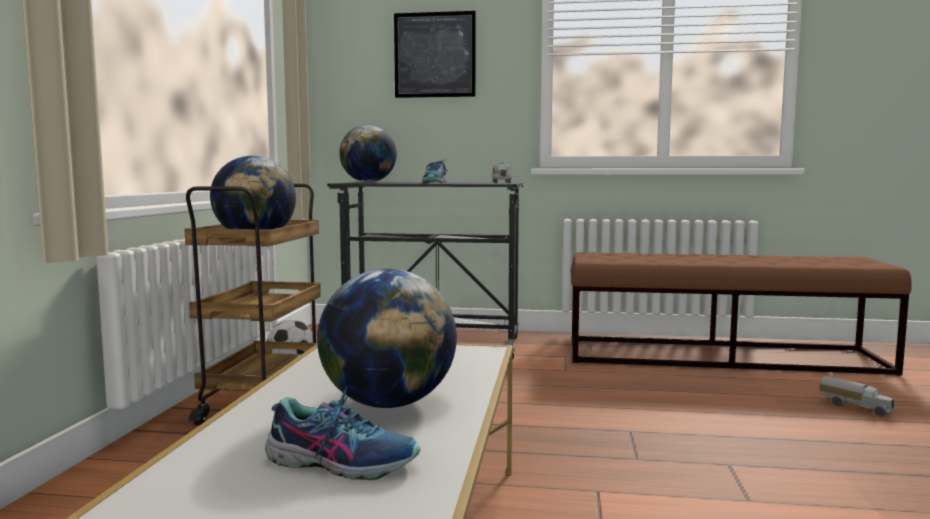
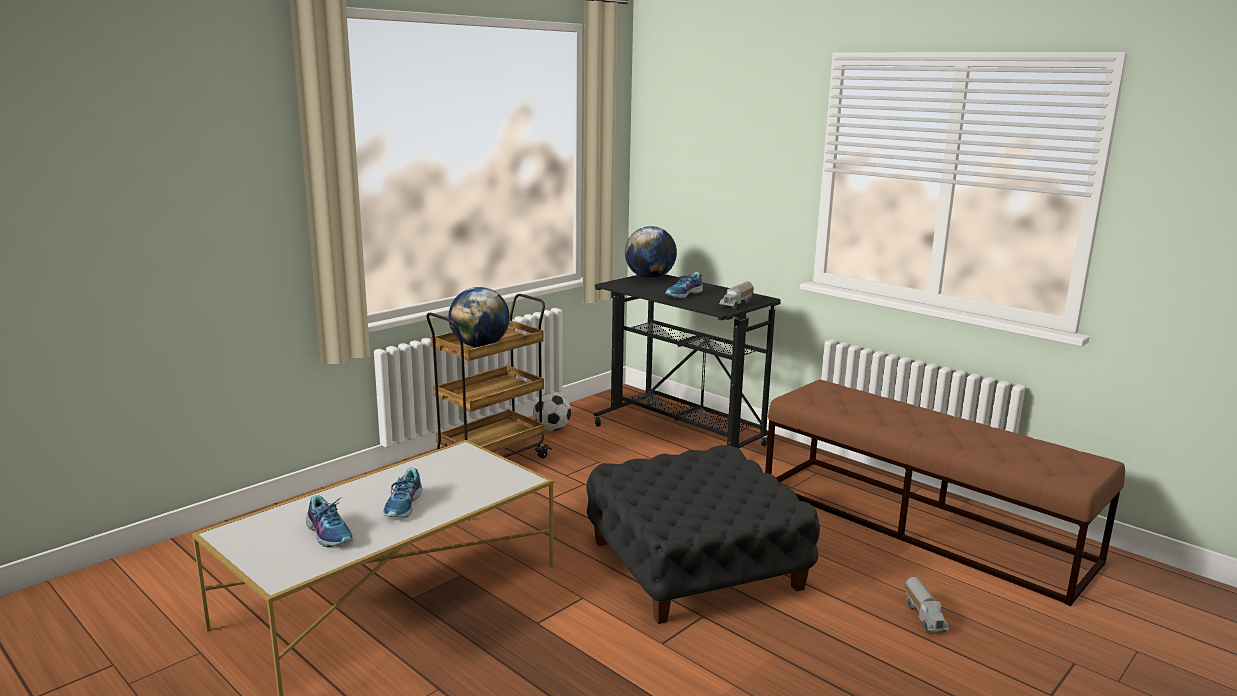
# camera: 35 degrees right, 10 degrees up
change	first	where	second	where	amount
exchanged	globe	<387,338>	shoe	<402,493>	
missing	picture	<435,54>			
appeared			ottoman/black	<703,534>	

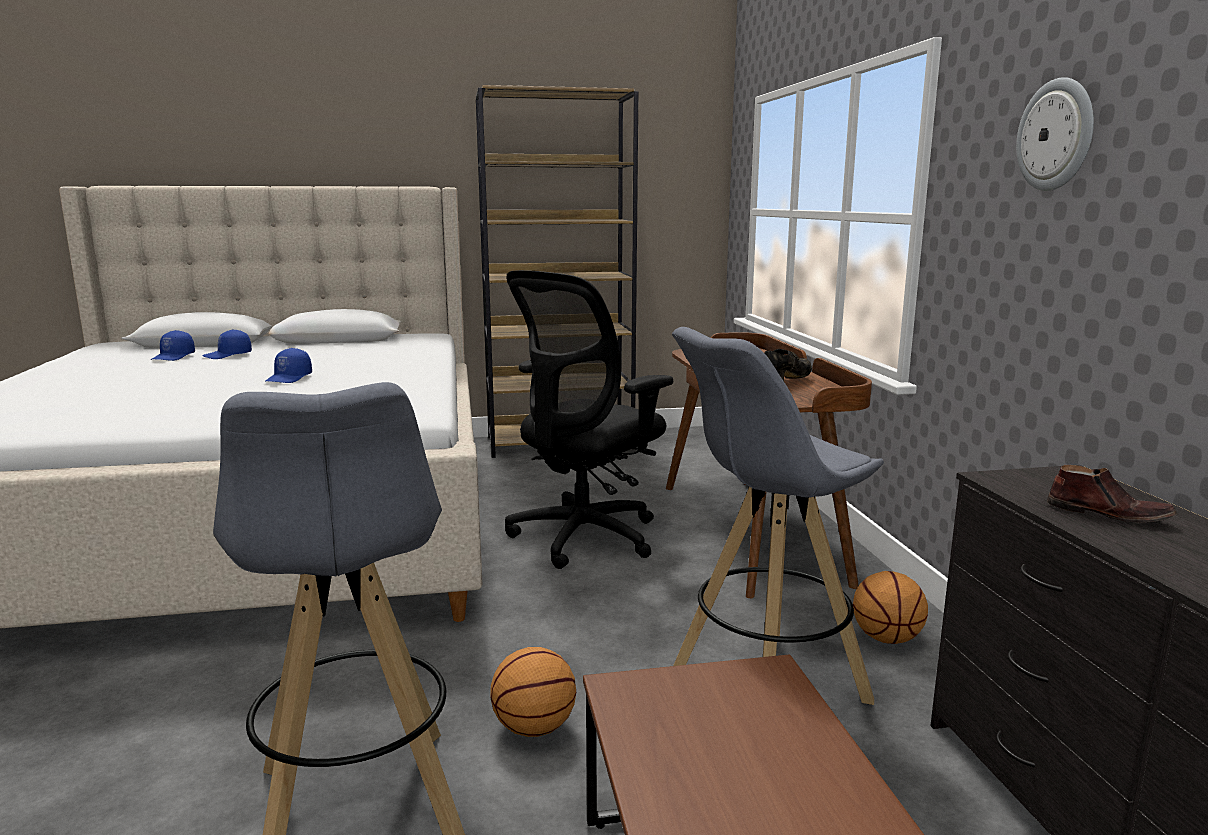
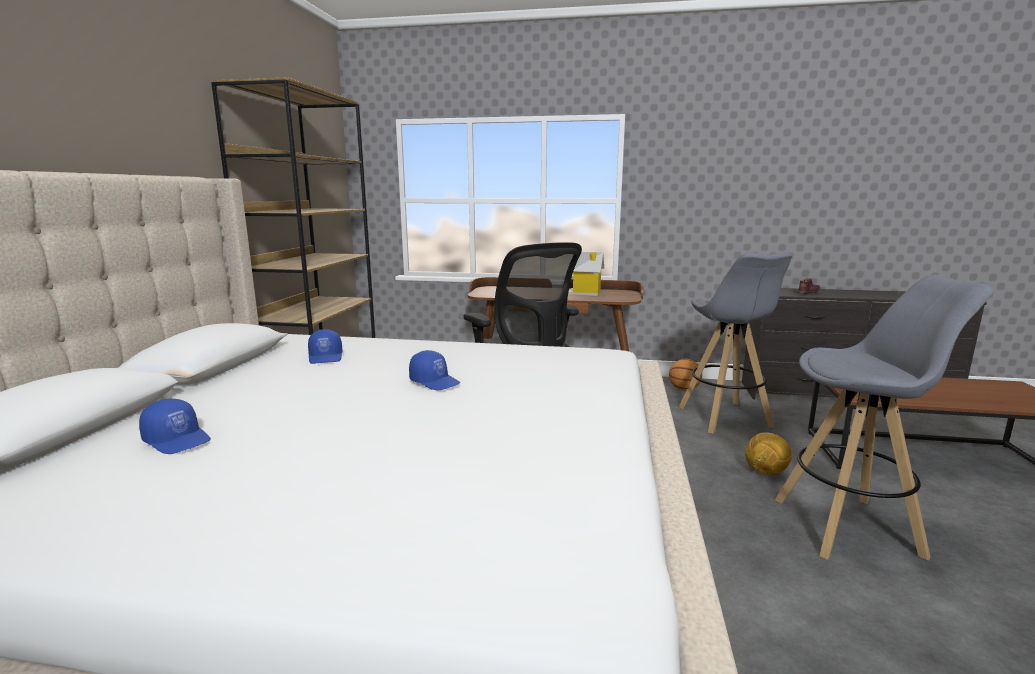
# camera: 70 degrees left, 0 degrees up
change	first	where	second	where	amount
relocated	cap/blue	<227,344>		<325,346>	
exchanged	basketball	<533,692>	football	<768,453>	
exchanged	shoe/black	<788,365>	toy house	<586,274>	
missing	wall clock	<1055,134>			

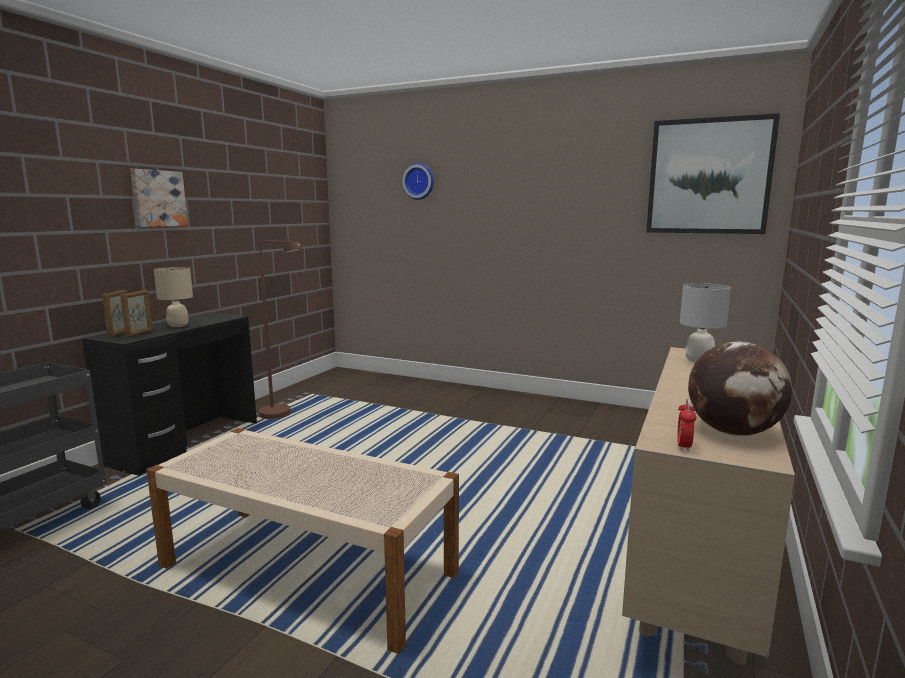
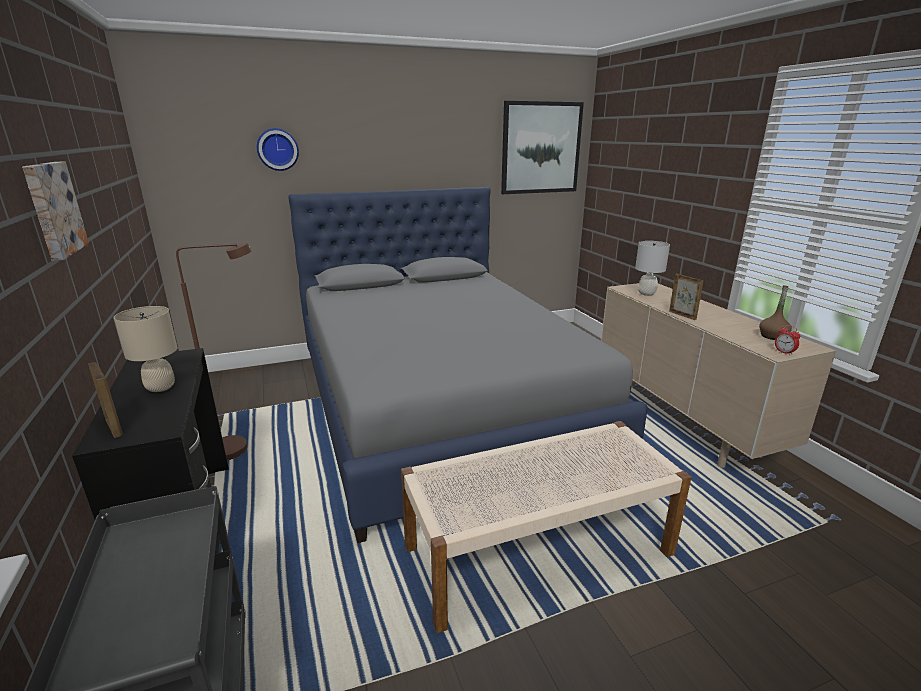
# camera: 45 degrees left, 10 degrees up
change	first	where	second	where	amount
relocated	picture frame	<136,313>		<686,297>	
exchanged	globe	<740,389>	bottle/brown	<775,312>	
appeared			bed/grey	<468,365>	

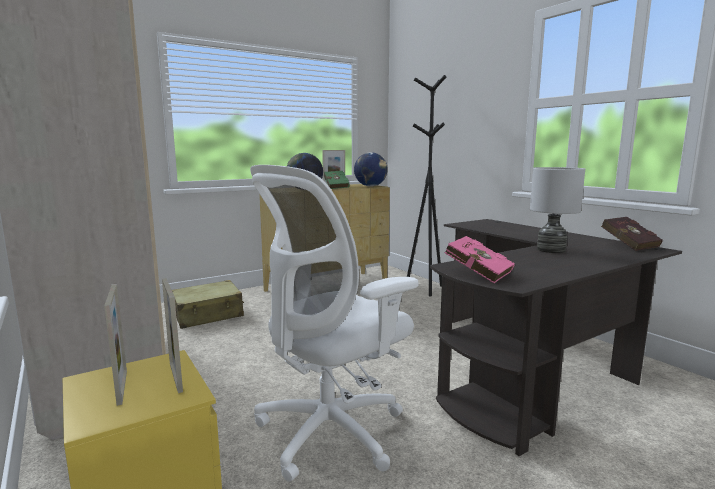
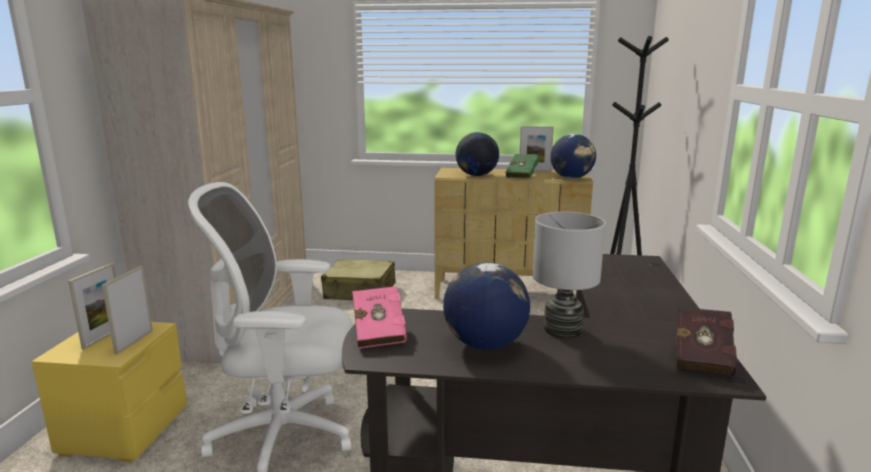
# camera: 40 degrees right, 5 degrees up
change	first	where	second	where	amount
appeared			globe	<486,306>	

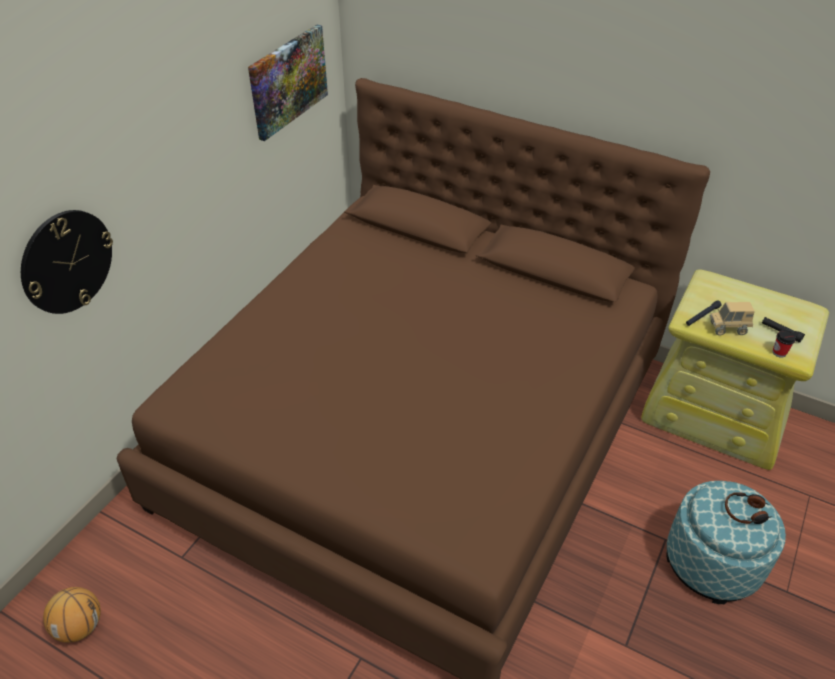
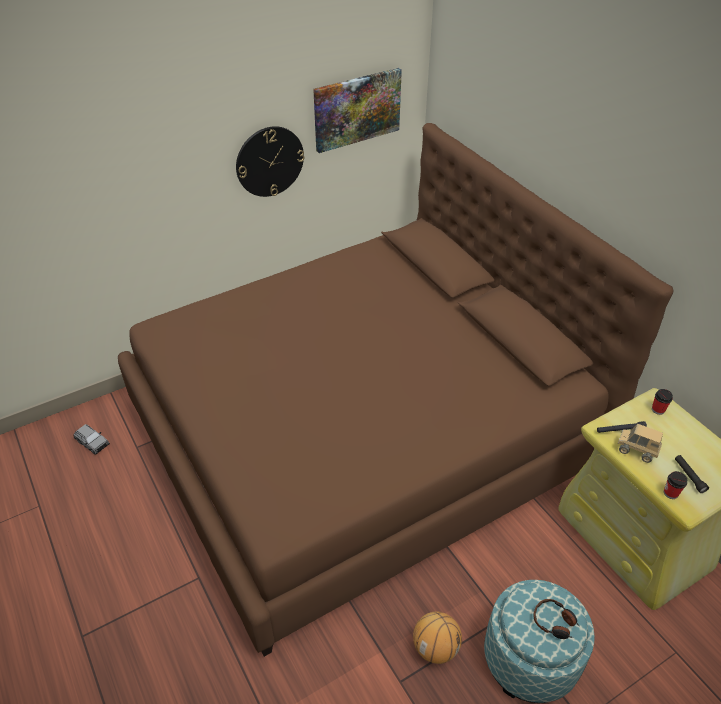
# camera: 30 degrees right, 0 degrees up
change	first	where	second	where	amount
relocated	wall clock	<67,262>		<270,161>	
relocated	basketball	<72,615>		<437,638>	
appeared			toy car/grey	<91,439>	
appeared			cup	<662,402>	

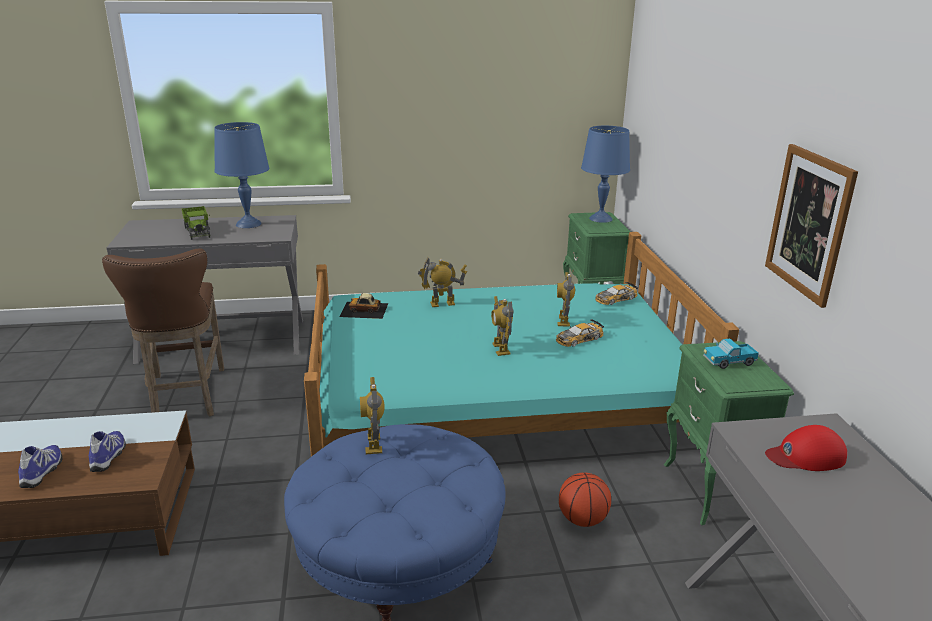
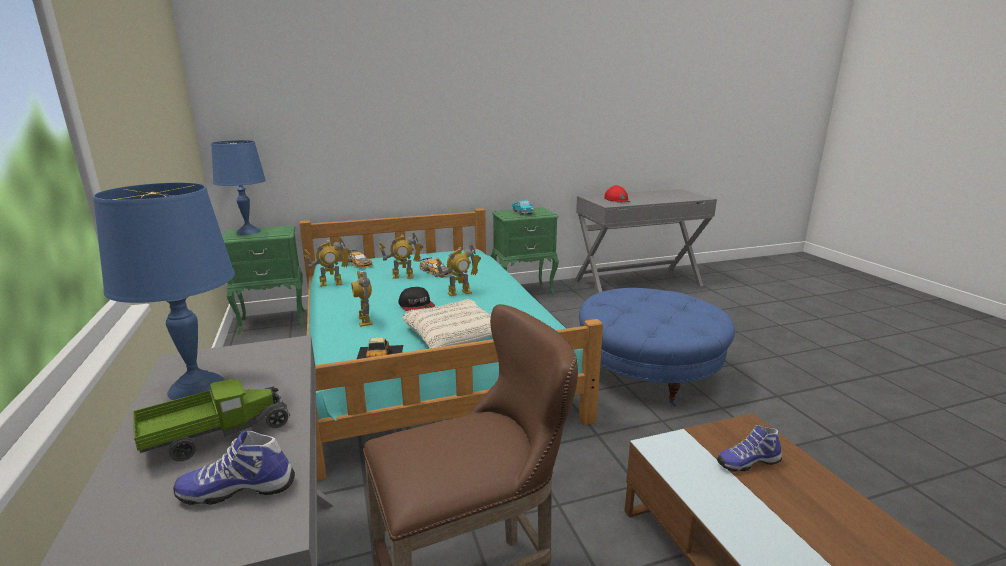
# camera: 100 degrees left, 5 degrees down
change	first	where	second	where	amount
relocated	shoe	<40,466>		<234,468>	
relocated	toy robot	<372,415>		<327,262>	
missing	basketball	<585,499>			
missing	picture	<811,226>			
appeared			cap	<416,299>	
appeared			pillow/beige	<447,323>	

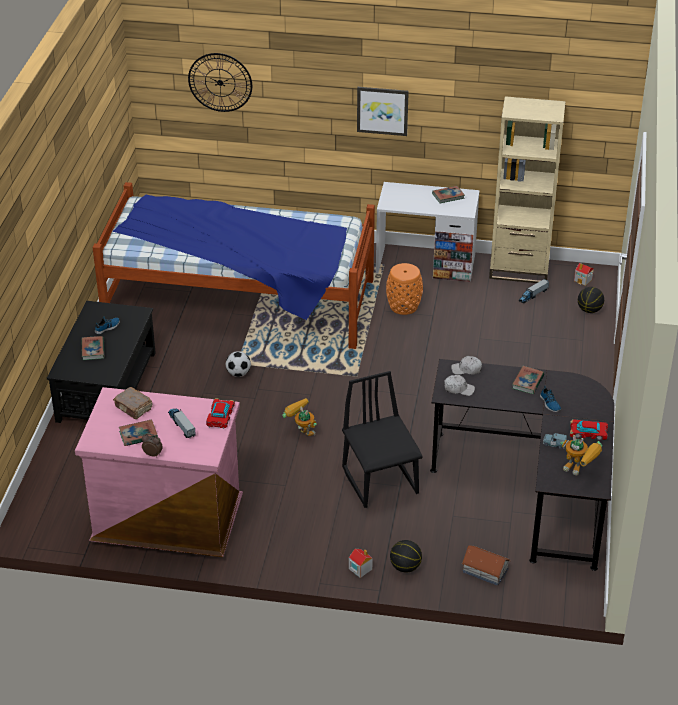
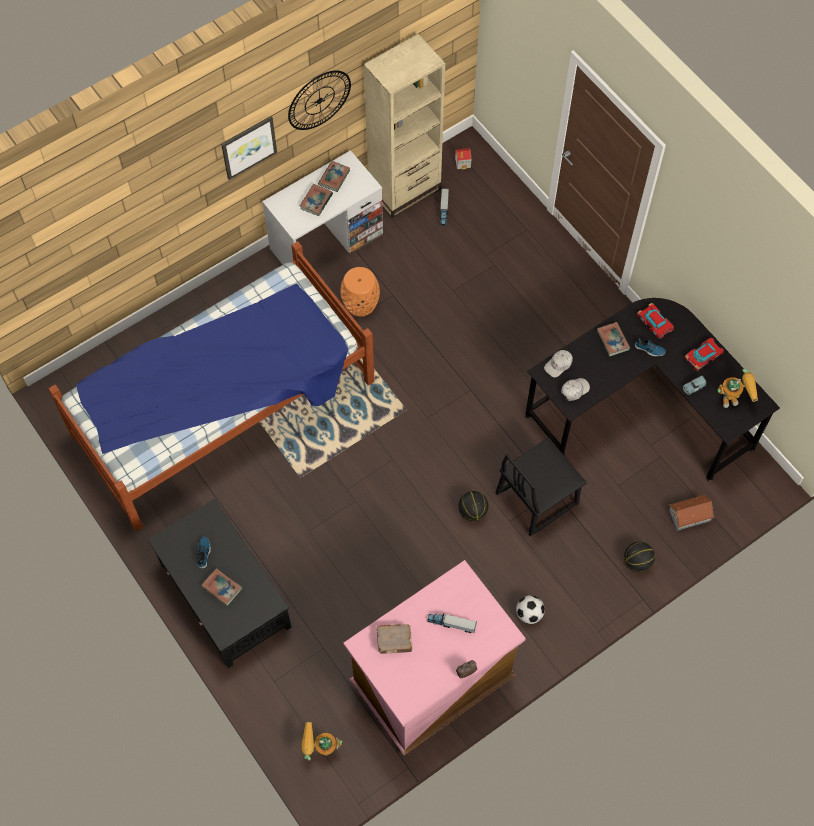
# camera: 45 degrees left, 25 degrees up
change	first	where	second	where	amount
relocated	book	<138,432>		<316,200>	
relocated	wall clock	<220,82>		<319,100>	
relocated	toy car	<220,413>		<655,320>	
relocated	football	<238,364>		<530,609>	
relocated	toy robot	<299,417>		<321,741>	
spun	chair/black	<382,439>		<541,487>	60 degrees counterclockwise
missing	toy house	<361,563>			
relocated	basketball	<591,300>		<473,506>	

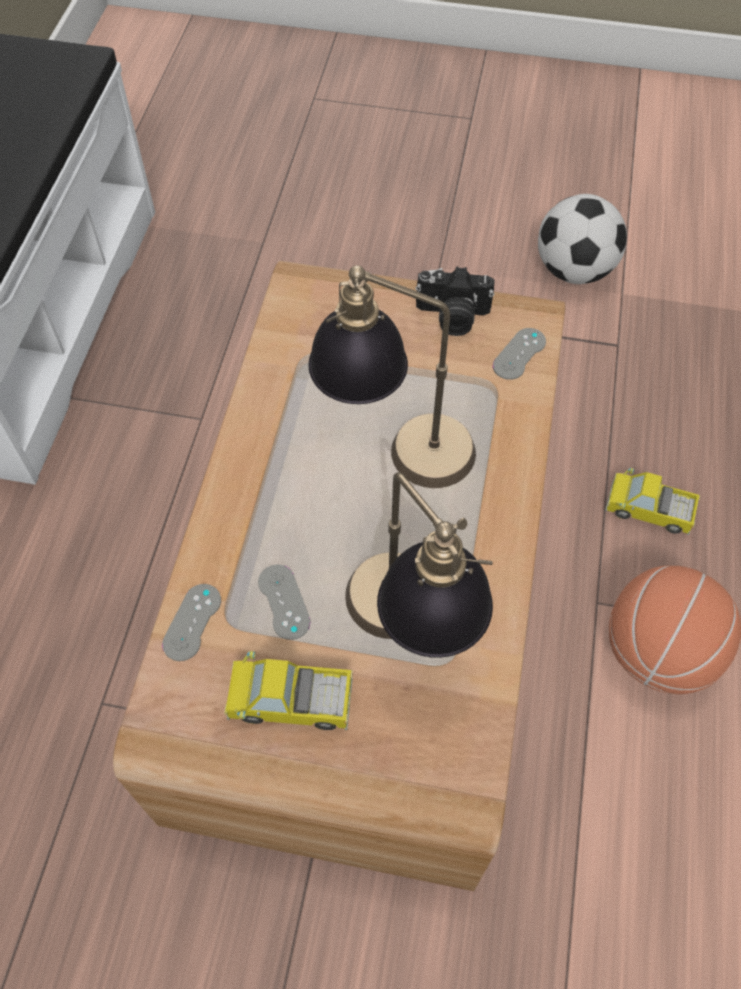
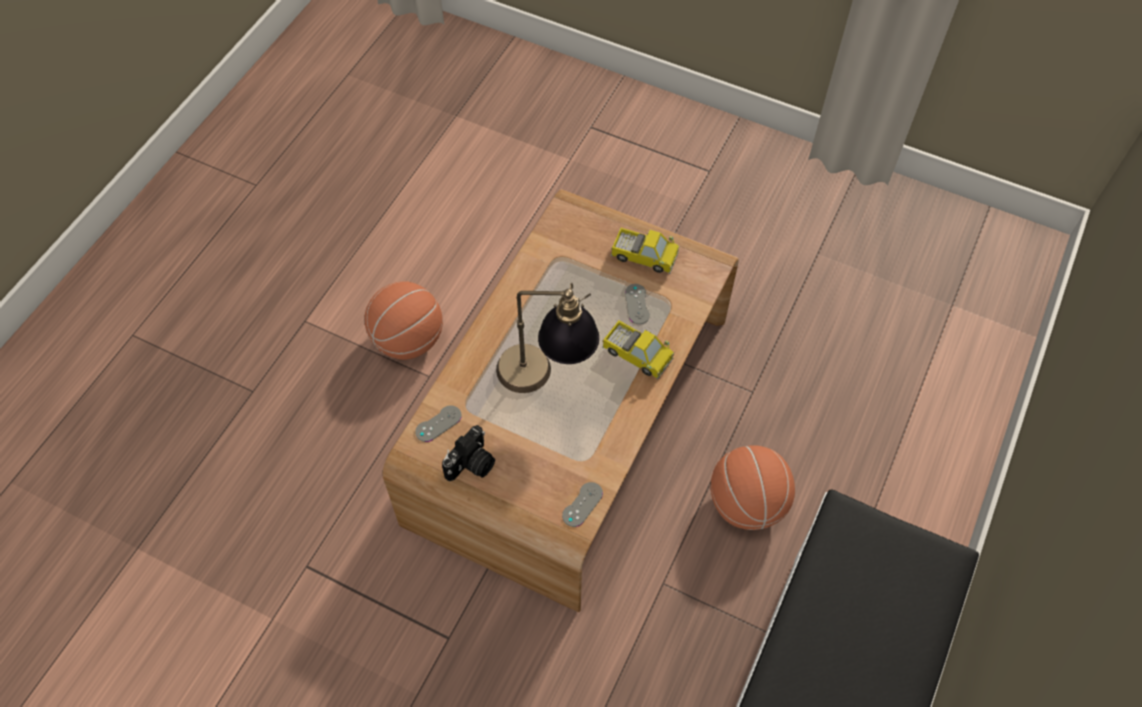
# camera: 165 degrees left, 0 degrees up
change	first	where	second	where	amount
relocated	game controller/grey	<191,622>		<582,504>	
missing	table lamp	<419,565>			
spun	photo camera	<455,301>		<468,453>	105 degrees clockwise
missing	football	<582,239>			
relocated	toy truck	<652,501>		<638,350>	
appeared			basketball	<753,487>	

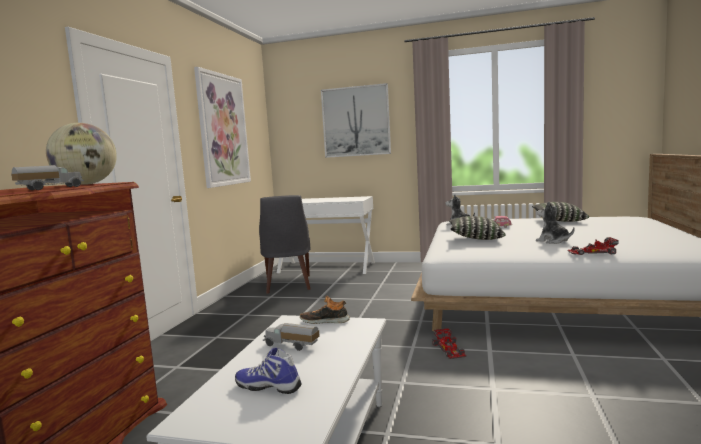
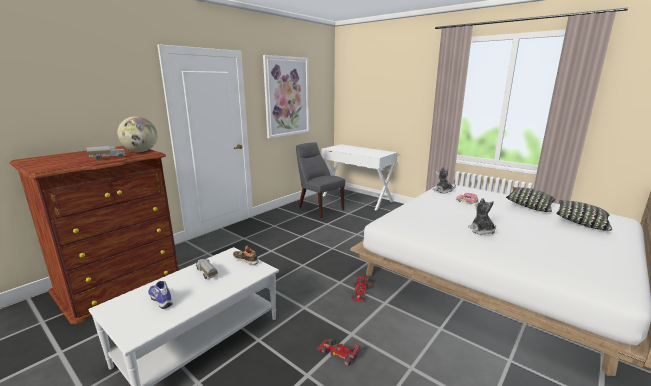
# camera: 25 degrees right, 10 degrees up
change	first	where	second	where	amount
spun	chair/grey	<285,244>		<320,180>	120 degrees clockwise
missing	picture	<356,120>			
relocated	pillow	<477,228>		<584,215>	
relocated	toy car	<593,246>		<338,353>	

